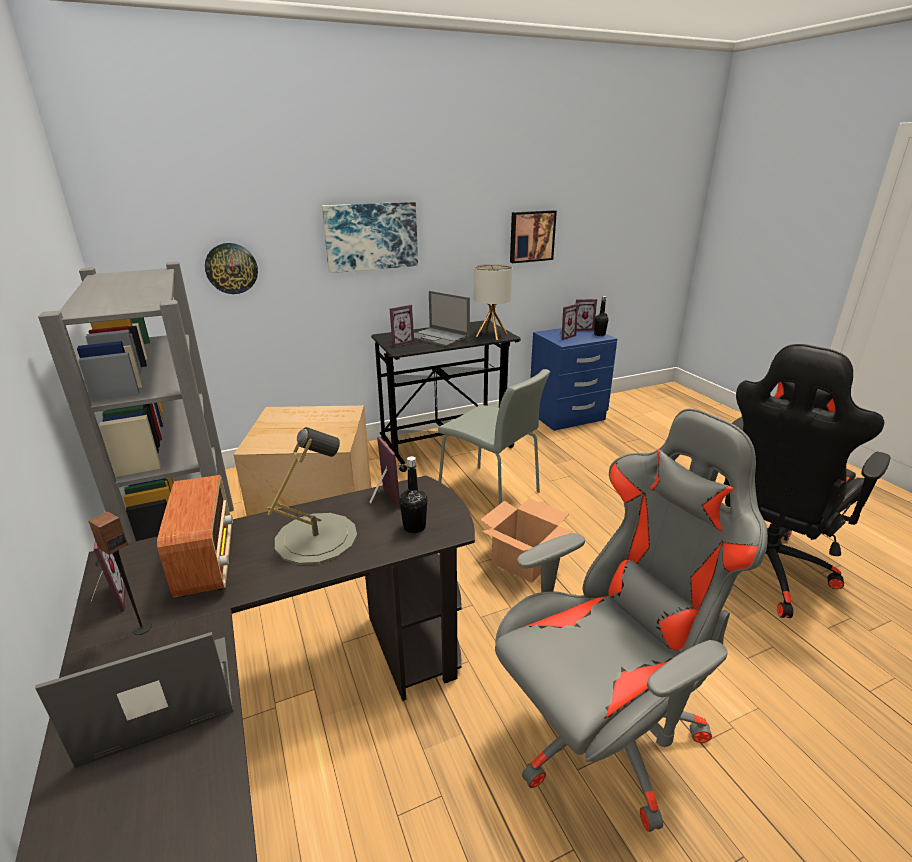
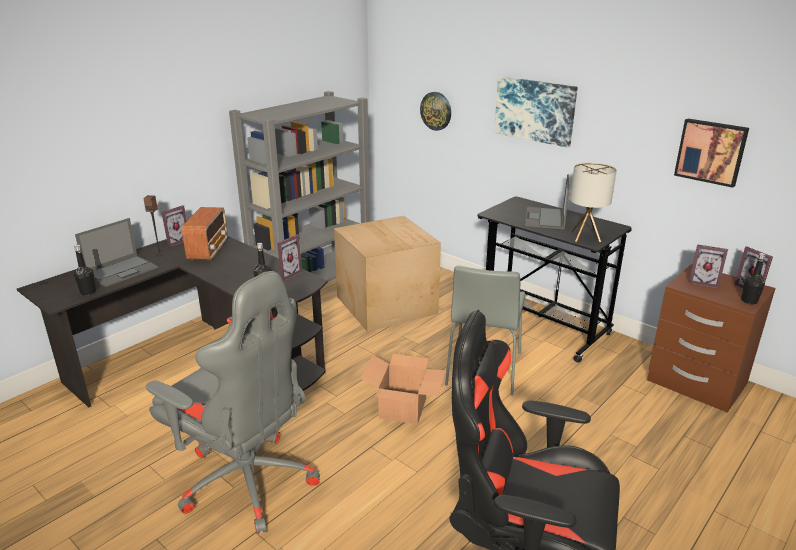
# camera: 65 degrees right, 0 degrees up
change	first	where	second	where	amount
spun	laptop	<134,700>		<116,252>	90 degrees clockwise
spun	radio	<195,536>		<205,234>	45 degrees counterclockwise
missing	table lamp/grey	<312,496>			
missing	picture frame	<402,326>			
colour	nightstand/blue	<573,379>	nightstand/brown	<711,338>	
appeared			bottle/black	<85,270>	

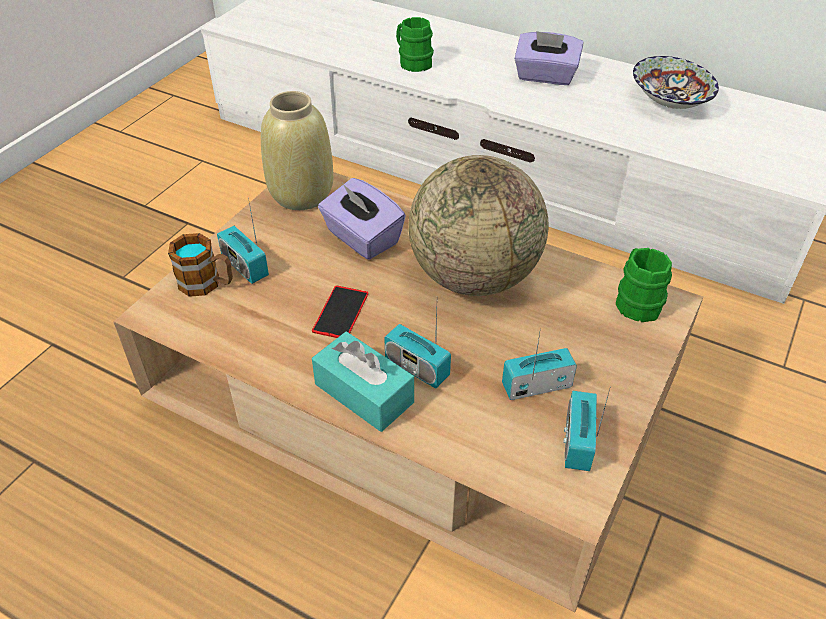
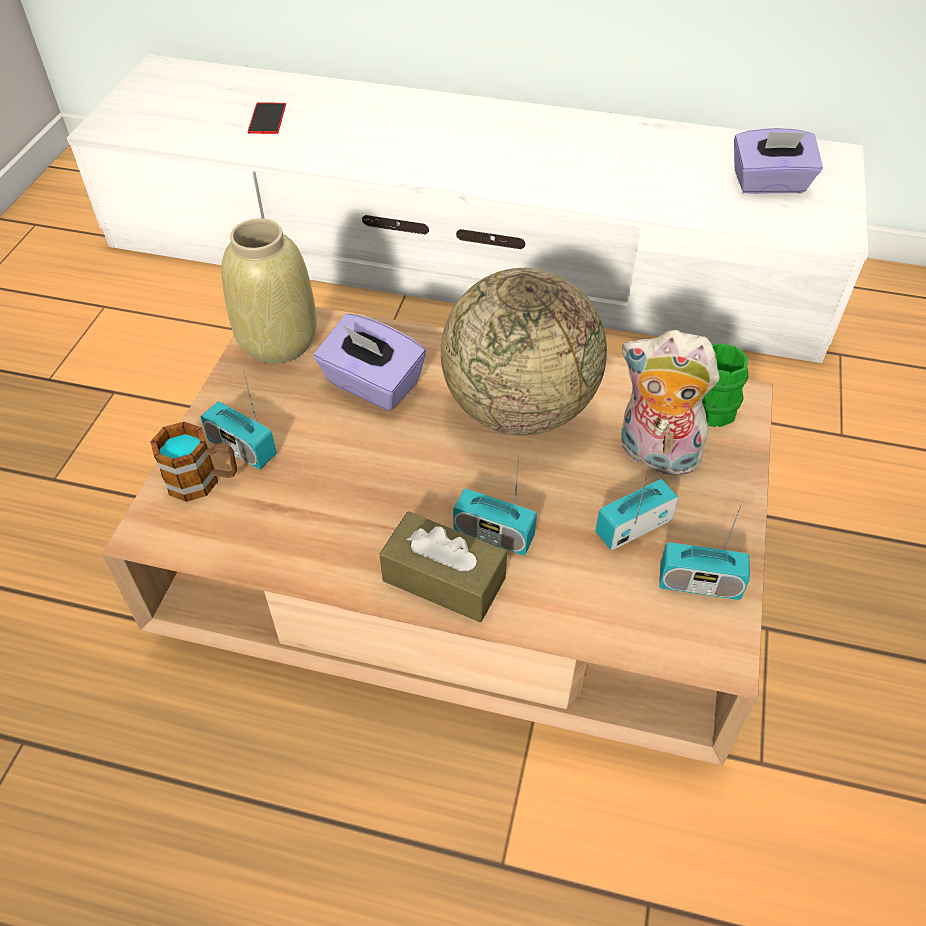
# camera: 15 degrees left, 5 degrees up
change	first	where	second	where	amount
relocated	phone	<340,311>		<267,118>	
colour	tissue box/turquoise	<363,381>	tissue box/brown	<443,567>	
missing	mug/green	<415,44>			
relocated	tissue box/purple	<548,58>		<778,161>	
spun	radio	<587,430>		<704,550>	75 degrees counterclockwise
missing	bowl	<676,82>			
appeared			plush toy	<670,404>	

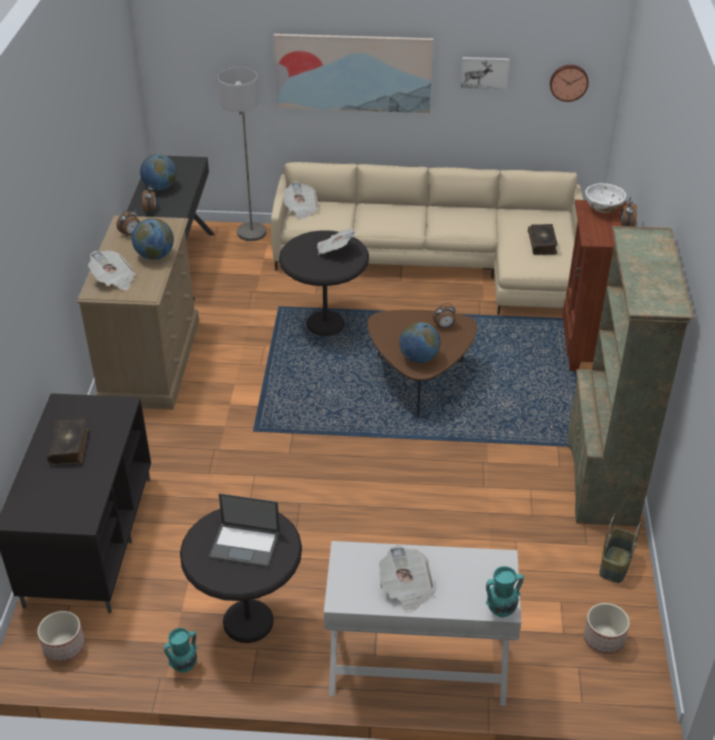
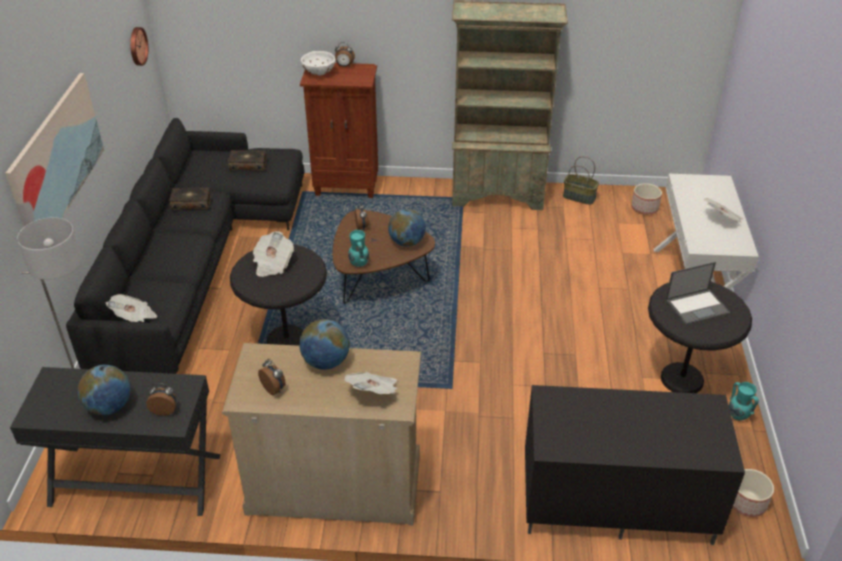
# camera: 90 degrees left, 0 degrees up
change	first	where	second	where	amount
relocated	book	<68,442>		<190,198>	
spun	laptop	<244,530>		<697,293>	60 degrees clockwise
colour	sofa/beige	<427,238>	sofa/black	<185,246>	
missing	picture	<485,73>			
relocated	vase/turquoise	<505,591>		<358,249>	

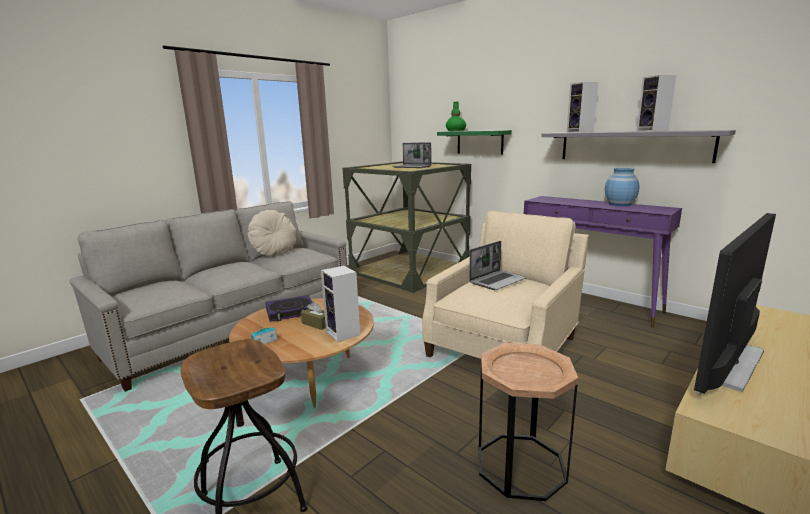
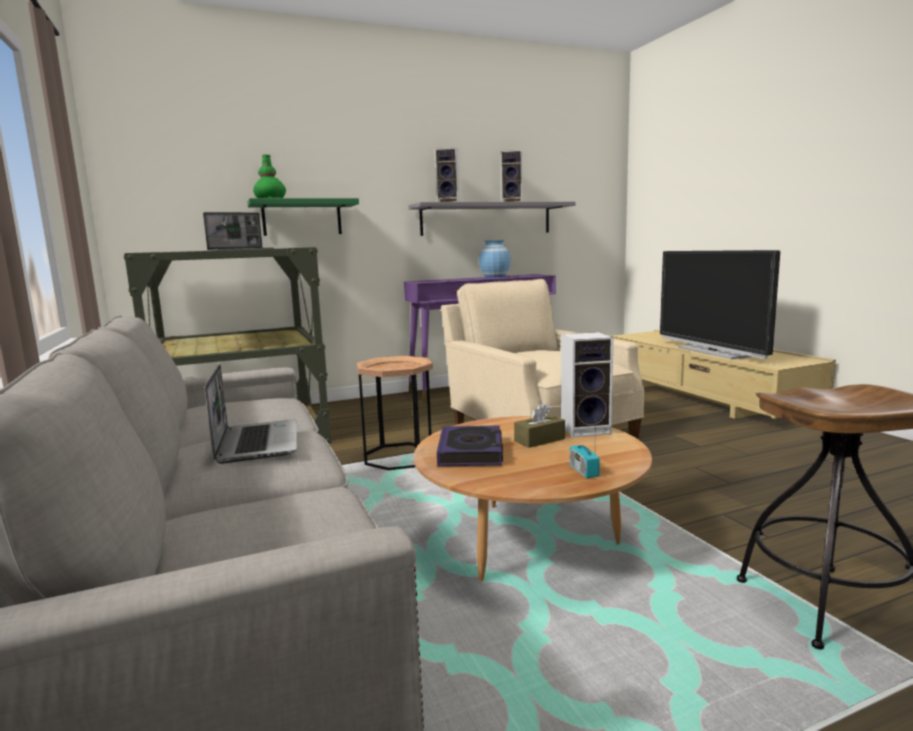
# camera: 65 degrees left, 5 degrees down
change	first	where	second	where	amount
missing	pillow/beige	<272,233>			
relocated	laptop	<497,265>		<251,414>	
relocated	side table/brown	<528,422>		<395,413>	

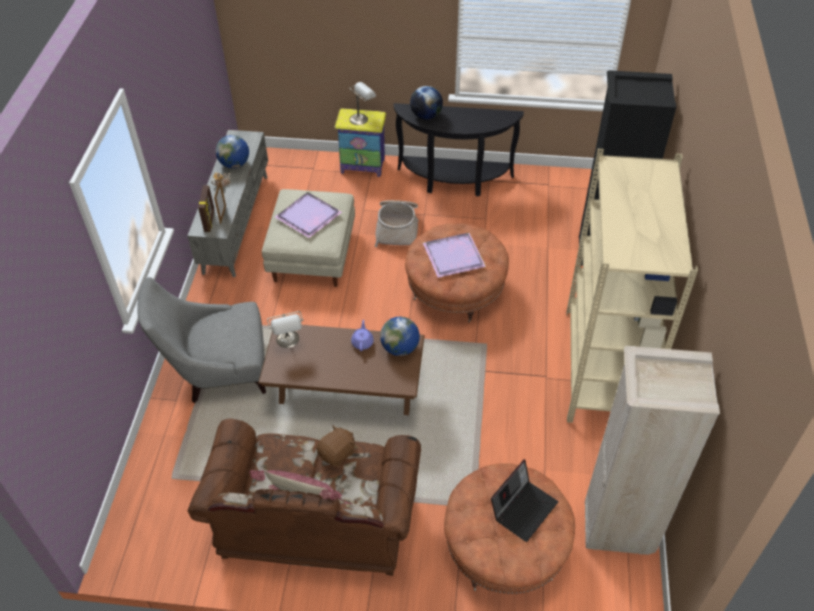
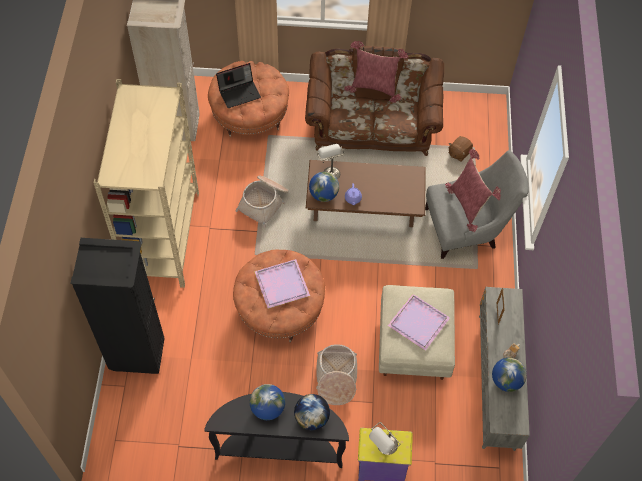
# camera: 175 degrees right, 10 degrees up
change	first	where	second	where	amount
missing	picture frame	<206,208>			
relocated	table lamp/white	<285,329>		<330,161>	
relocated	plush toy/brown	<335,446>		<461,148>	
spun	laptop	<524,500>		<238,85>	150 degrees counterclockwise
appeared			basket	<262,201>	
appeared			globe	<267,402>	
appeared			pillow/red	<473,190>	

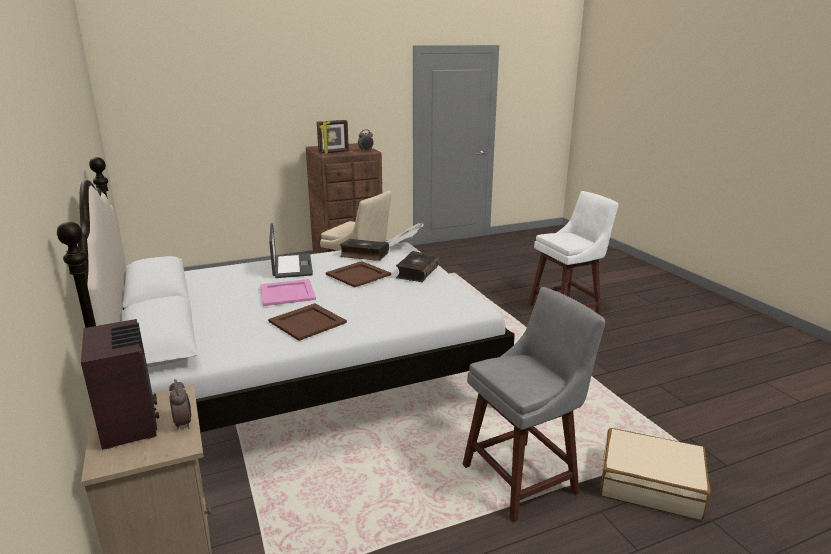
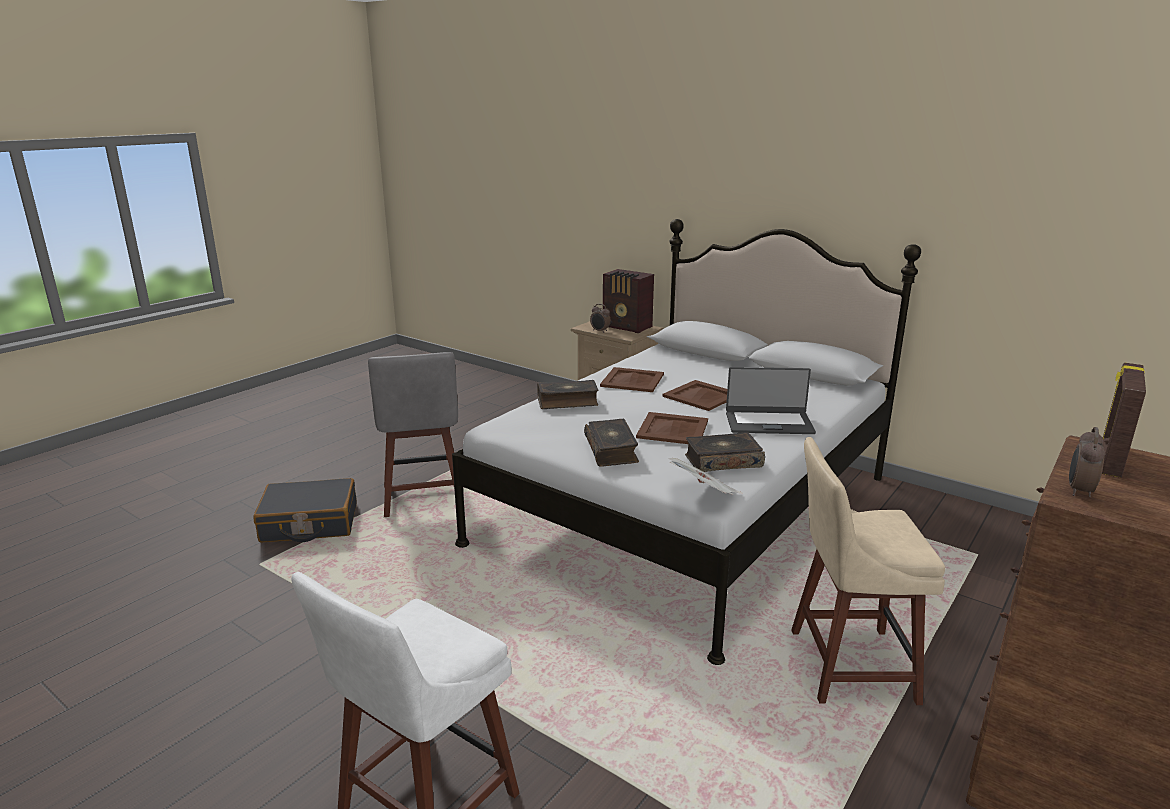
# camera: 150 degrees right, 0 degrees up
change	first	where	second	where	amount
colour	tray/pink	<288,292>	tray/brown	<694,395>	
spun	laptop	<291,250>		<771,400>	45 degrees counterclockwise
spun	chair/grey	<533,404>		<416,434>	45 degrees counterclockwise
colour	suitcase/beige	<655,474>	suitcase/black	<305,510>	
appeared			book	<567,394>	

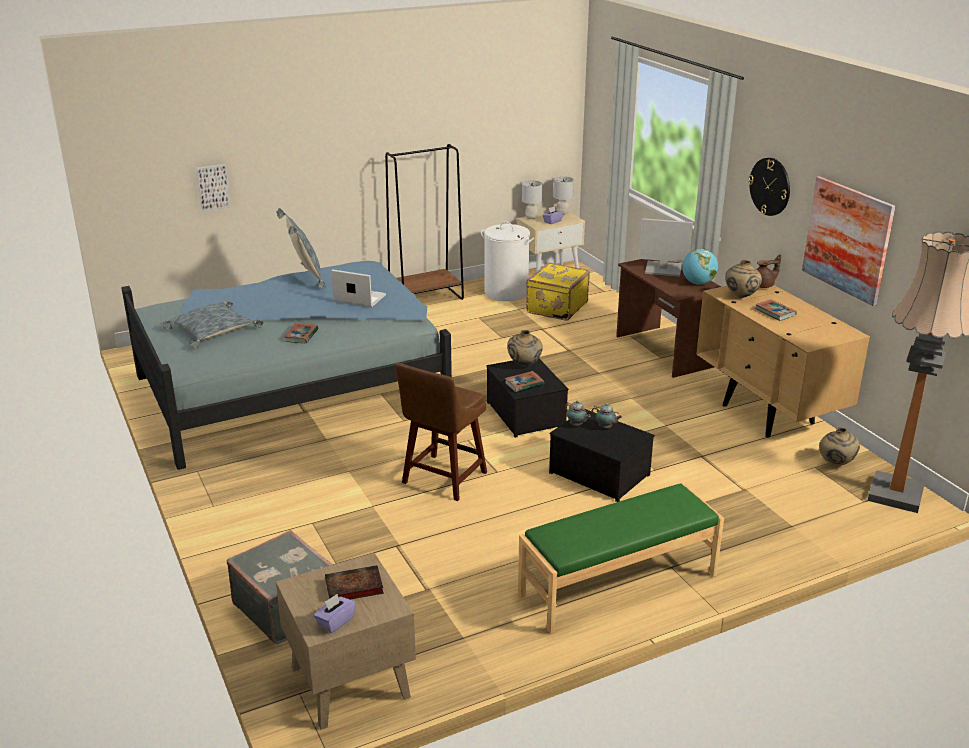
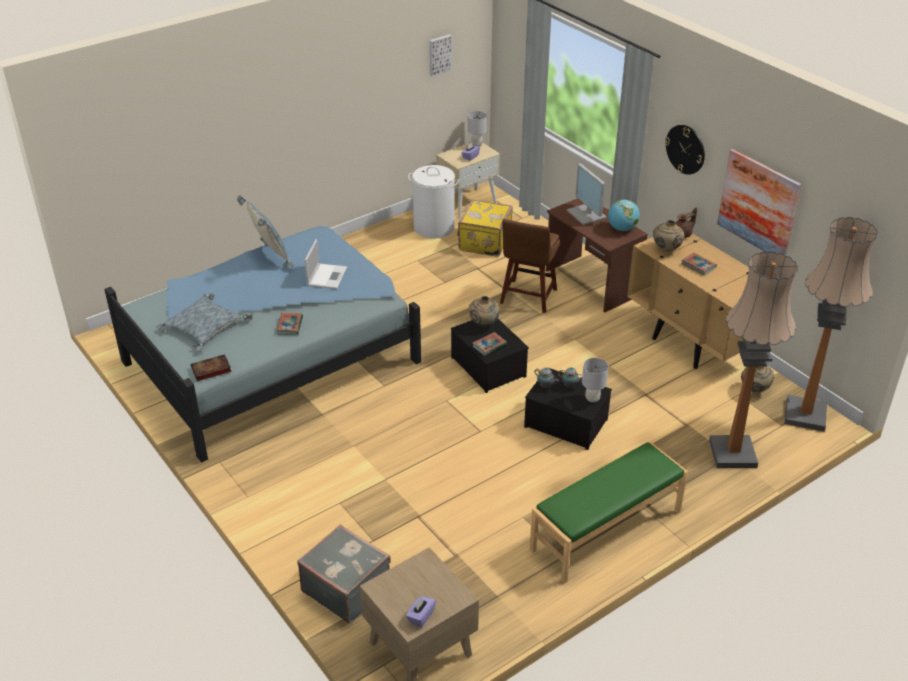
# camera: 10 degrees left, 10 degrees up
change	first	where	second	where	amount
relocated	picture	<213,187>		<440,55>	
relocated	book	<354,582>		<211,367>	
spun	laptop	<358,288>		<325,264>	90 degrees clockwise
missing	clothes rack	<424,222>			
relocated	chair/brown	<441,431>		<530,266>	
relocated	table lamp/grey	<532,199>		<595,380>	
spun	monitor	<666,247>		<587,194>	120 degrees counterclockwise
appeared			floor lamp	<753,359>	

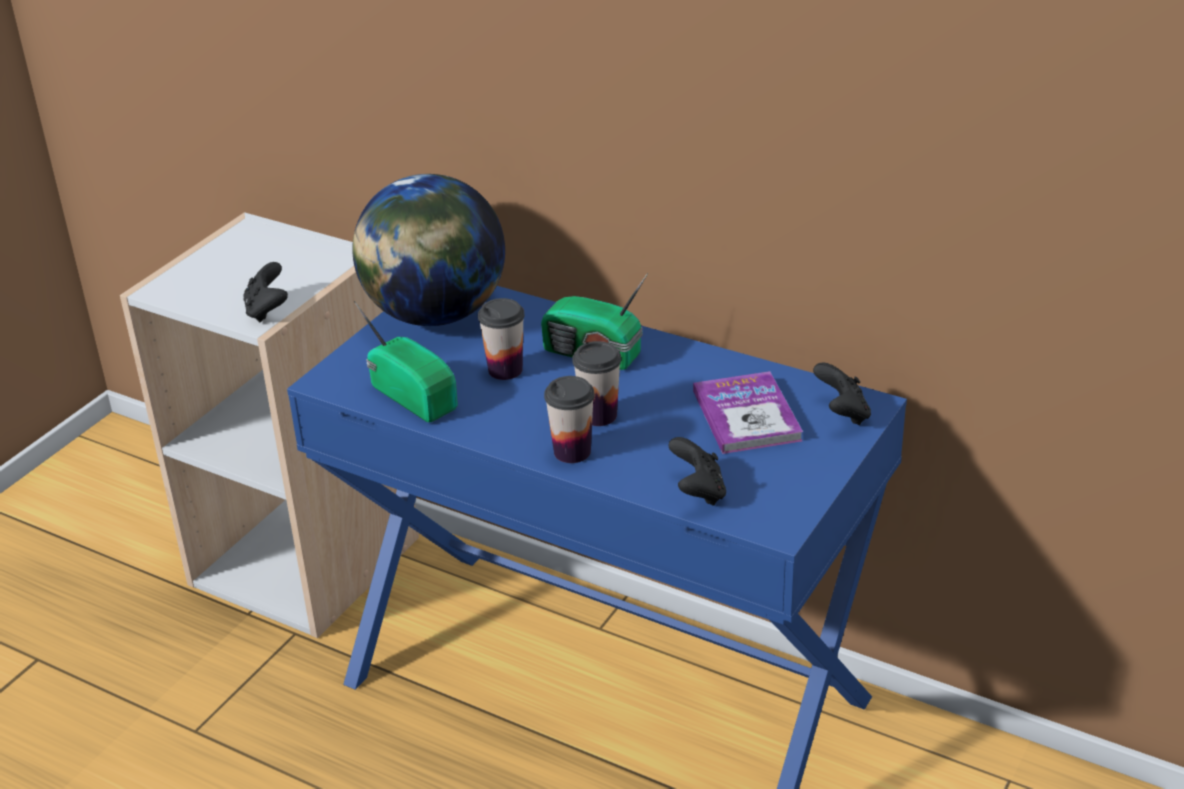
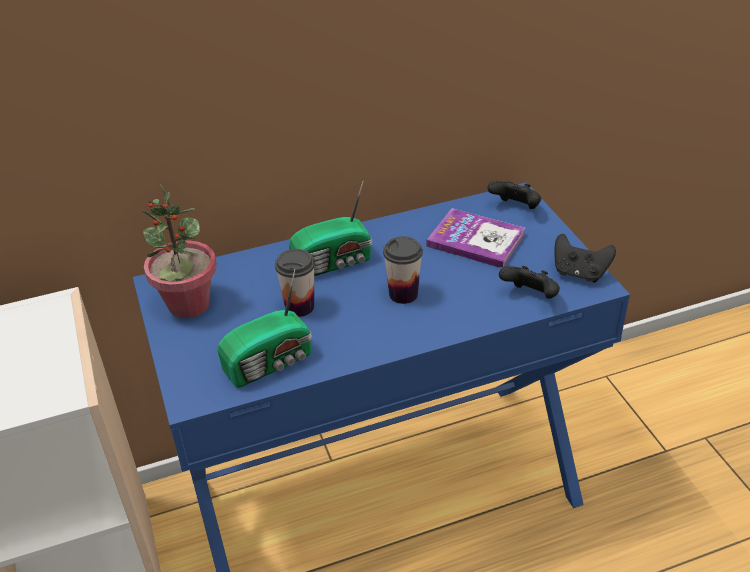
# camera: 50 degrees left, 5 degrees up
change	first	where	second	where	amount
relocated	game controller/black	<265,292>		<585,258>	
exchanged	globe	<428,250>	potted plant	<179,252>	
spun	radio	<406,361>		<264,328>	150 degrees clockwise
missing	cup	<569,419>			

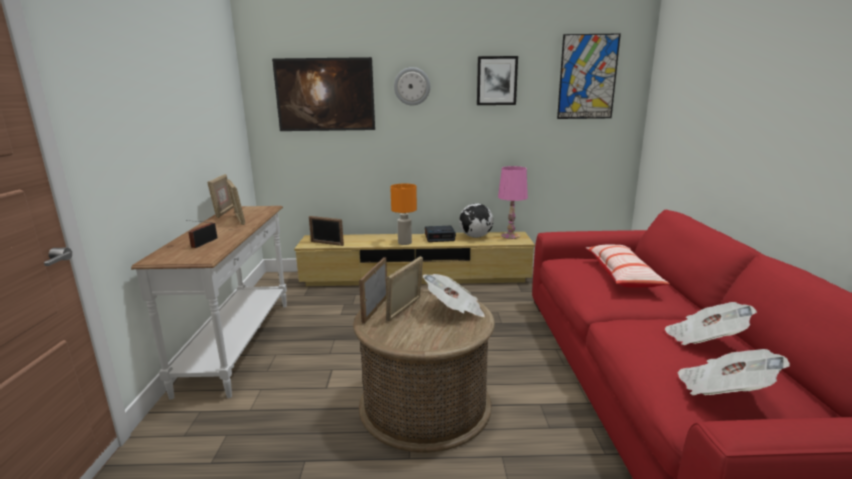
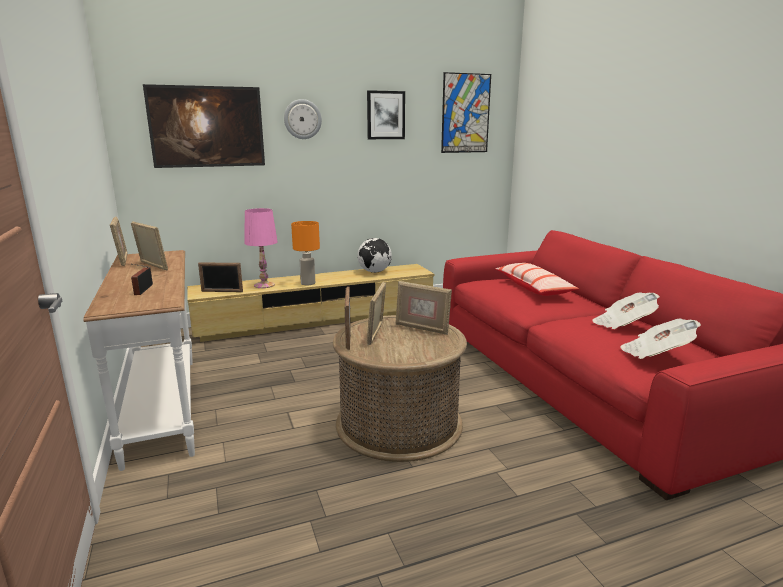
# camera: 20 degrees left, 0 degrees up
change	first	where	second	where	amount
exchanged	newspaper	<454,295>	picture frame	<424,308>	
missing	alarm clock	<440,234>			
relocated	table lamp/pink	<513,202>		<261,248>	

